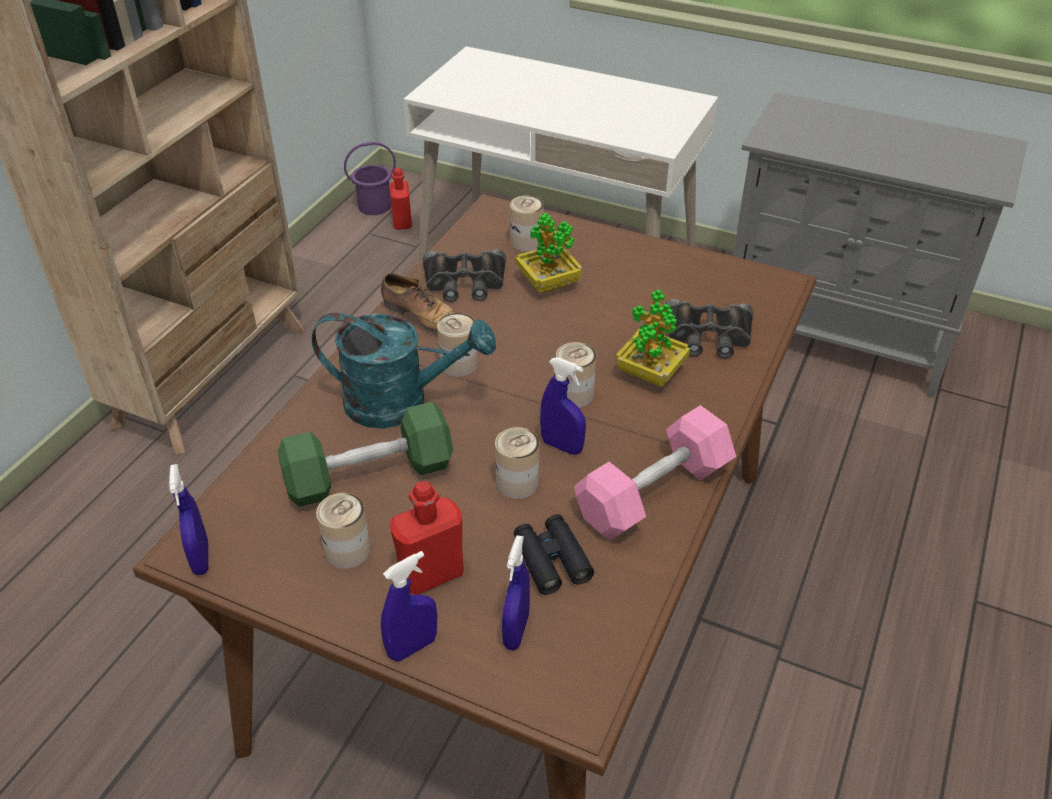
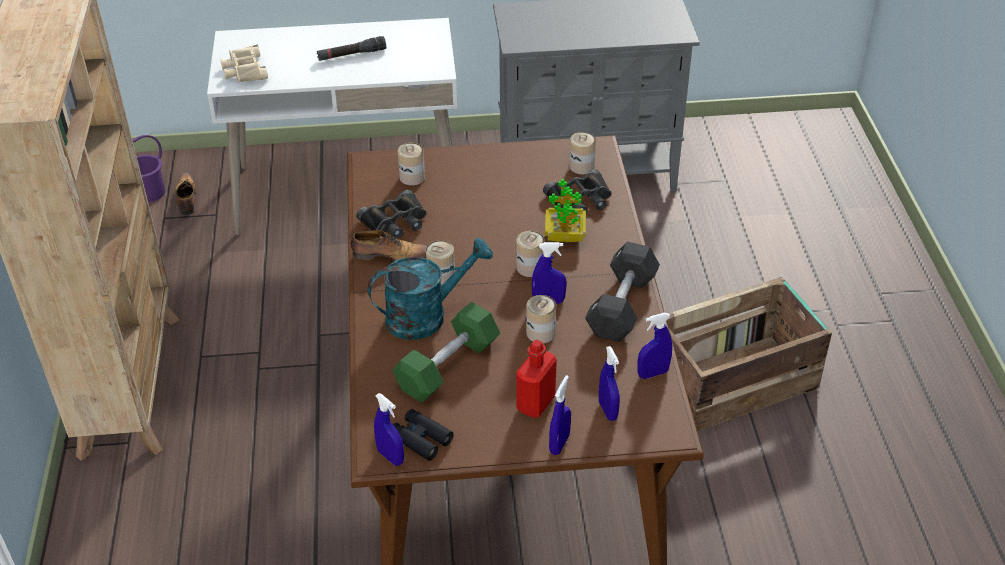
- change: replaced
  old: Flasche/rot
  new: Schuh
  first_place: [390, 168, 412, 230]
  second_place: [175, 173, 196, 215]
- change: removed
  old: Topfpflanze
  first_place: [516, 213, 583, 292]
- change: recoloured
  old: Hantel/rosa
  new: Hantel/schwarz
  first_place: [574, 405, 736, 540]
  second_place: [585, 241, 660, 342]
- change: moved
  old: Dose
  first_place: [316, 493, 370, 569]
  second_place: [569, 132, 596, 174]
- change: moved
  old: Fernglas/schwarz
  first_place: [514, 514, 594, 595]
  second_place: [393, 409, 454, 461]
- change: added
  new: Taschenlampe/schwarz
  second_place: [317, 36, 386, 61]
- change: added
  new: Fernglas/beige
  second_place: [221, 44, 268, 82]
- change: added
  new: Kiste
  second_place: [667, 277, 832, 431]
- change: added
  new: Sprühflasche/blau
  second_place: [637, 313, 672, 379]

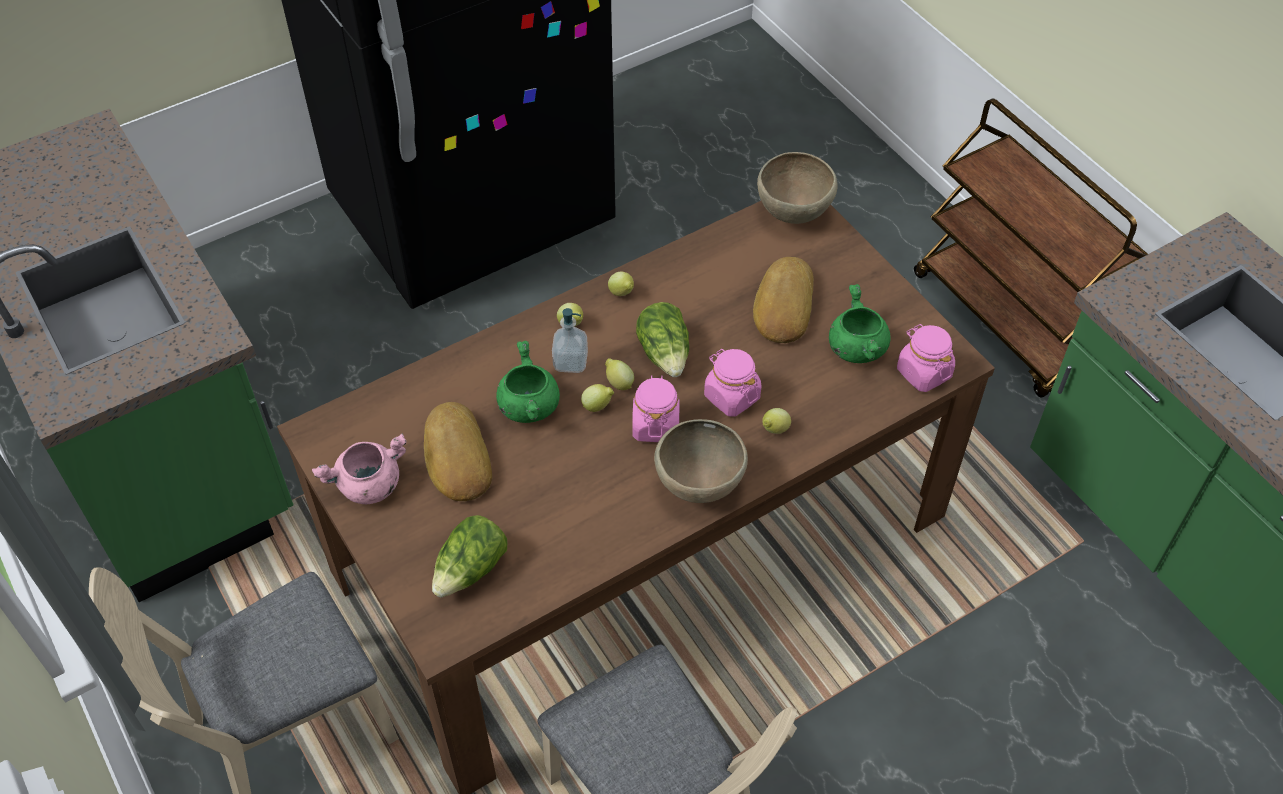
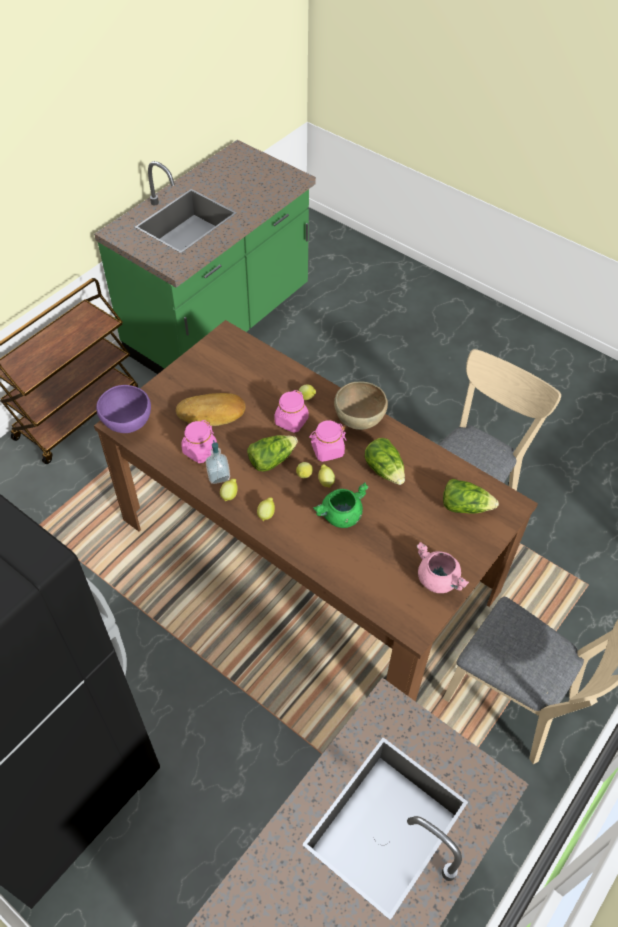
- change: recoloured
  old: Schüssel/braun
  new: Schüssel/lila
  first_place: [757, 152, 838, 224]
  second_place: [96, 385, 151, 433]
- change: removed
  old: Kochtopf/grün
  first_place: [829, 284, 891, 363]
- change: moved
  old: Seifenspender
  first_place: [552, 308, 588, 373]
  second_place: [206, 440, 230, 484]
- change: moved
  old: Vorratsglas/rosa
  first_place: [897, 324, 955, 392]
  second_place: [181, 420, 217, 463]
- change: removed
  old: Brot
  first_place: [424, 402, 492, 501]
- change: added
  new: Salatkopf
  second_place: [365, 438, 405, 485]

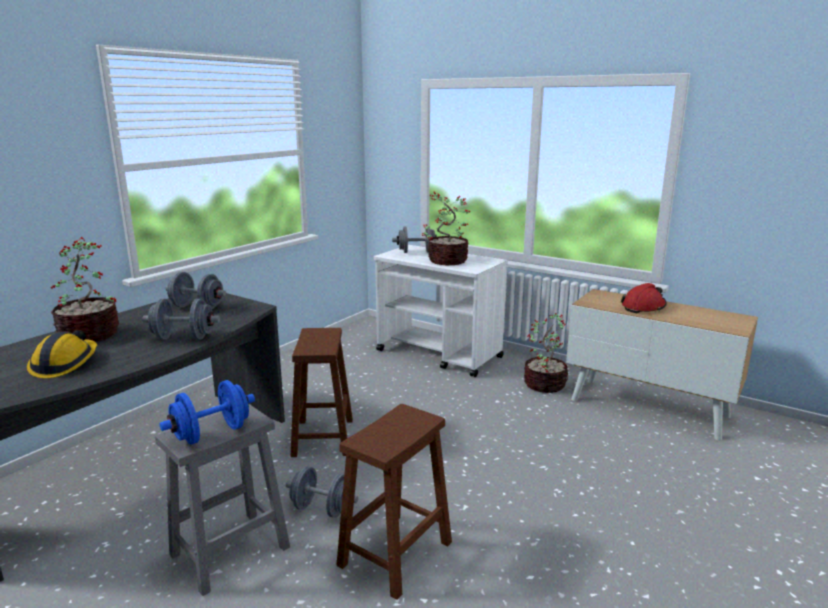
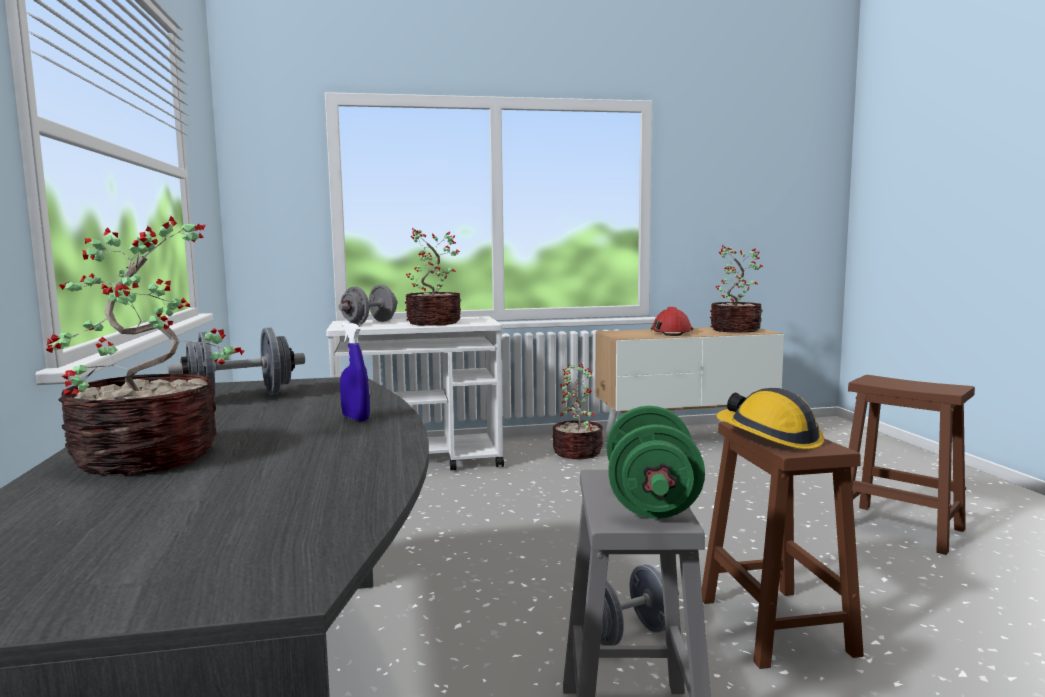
- change: replaced
  old: Hantel/grau
  new: Sprühflasche/blau
  first_place: [142, 299, 220, 340]
  second_place: [340, 322, 370, 421]
- change: moved
  old: Hocker/braun
  first_place: [290, 328, 353, 457]
  second_place: [848, 375, 975, 555]
- change: moved
  old: Schutzhelm
  first_place: [27, 330, 97, 378]
  second_place: [716, 388, 824, 450]
- change: recoloured
  old: Hantel/blau
  new: Hantel/grün
  first_place: [160, 380, 255, 445]
  second_place: [607, 406, 705, 519]
- change: added
  new: Topfpflanze
  second_place: [709, 245, 763, 333]

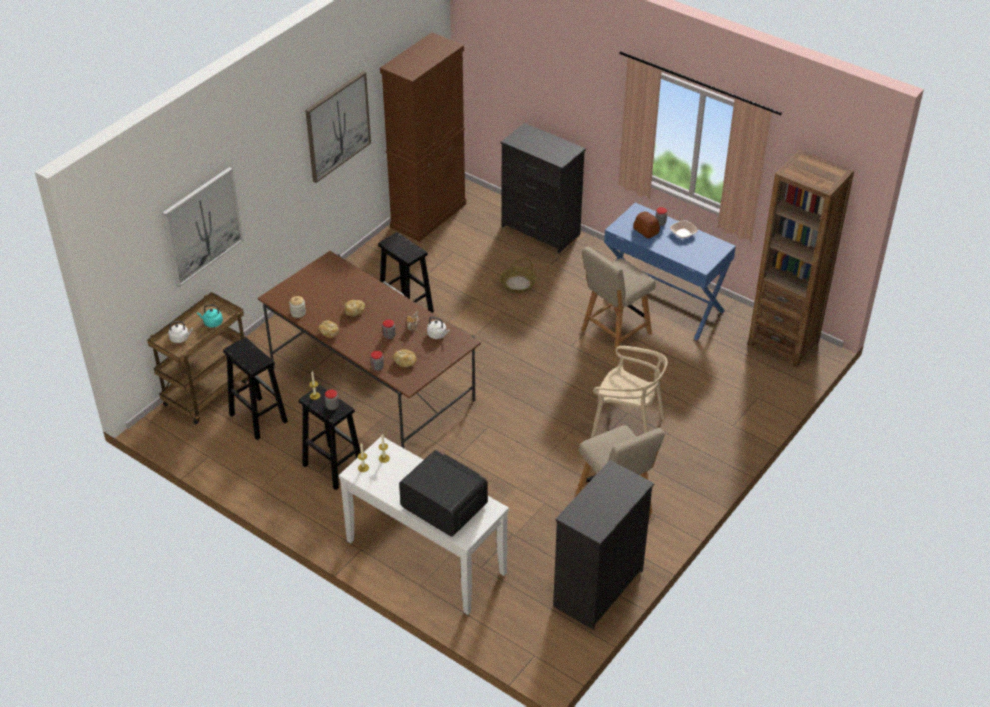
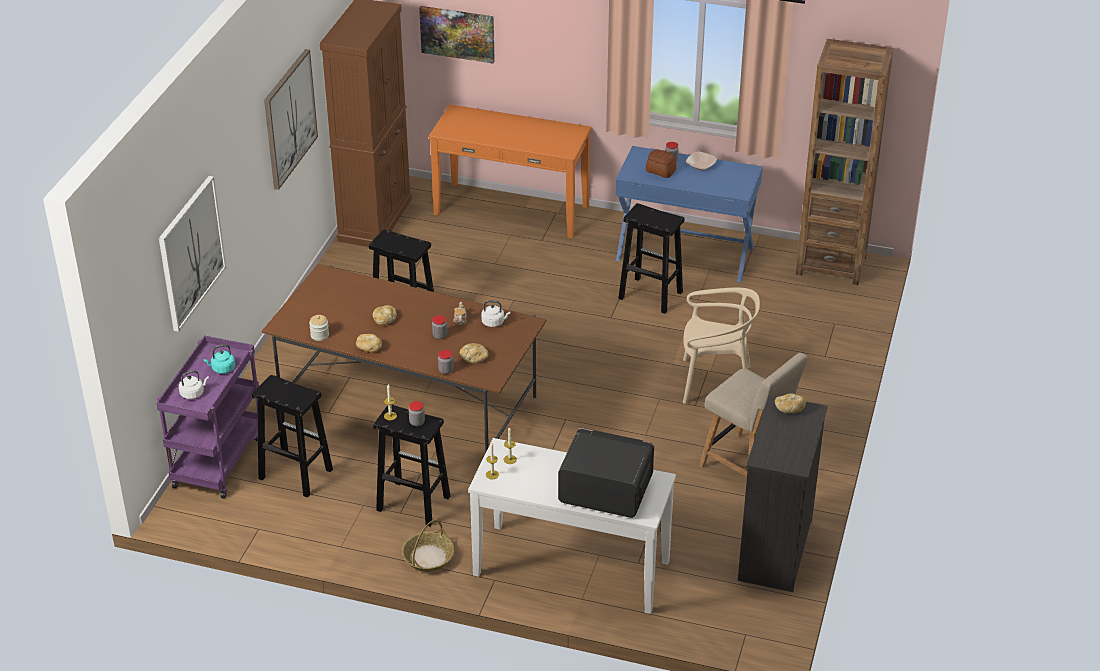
- change: replaced
  old: Kommode/schwarz
  new: Konsolentisch/orange
  first_place: [501, 123, 586, 253]
  second_place: [429, 104, 591, 238]
- change: replaced
  old: Stuhl/beige
  new: Hocker/schwarz
  first_place: [581, 246, 656, 356]
  second_place: [618, 203, 685, 314]
- change: moved
  old: Korb
  first_place: [500, 258, 537, 293]
  second_place: [402, 520, 454, 572]
- change: recoloured
  old: Rollwagen/braun
  new: Rollwagen/lila
  first_place: [147, 292, 248, 424]
  second_place: [156, 336, 259, 499]
- change: added
  new: Bild
  second_place: [419, 6, 495, 63]
- change: added
  new: Brot
  second_place: [775, 393, 806, 413]

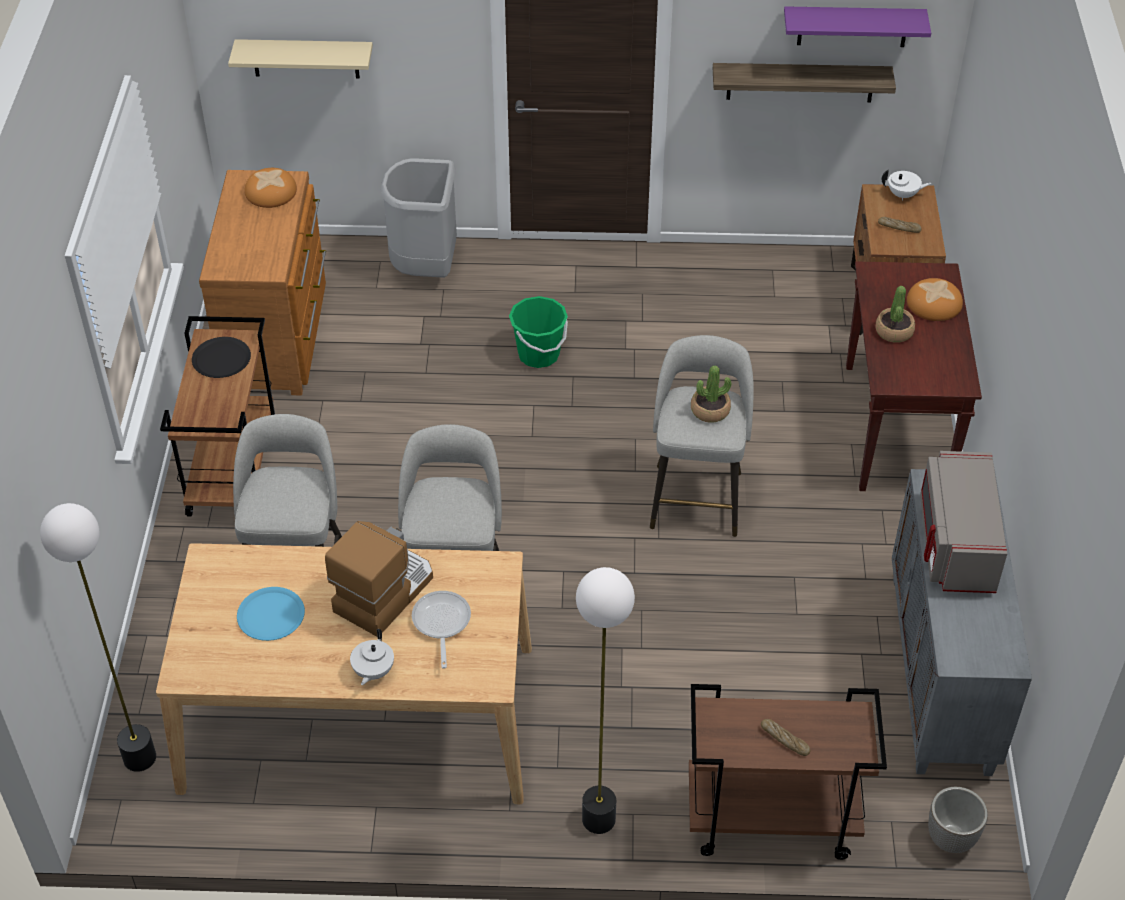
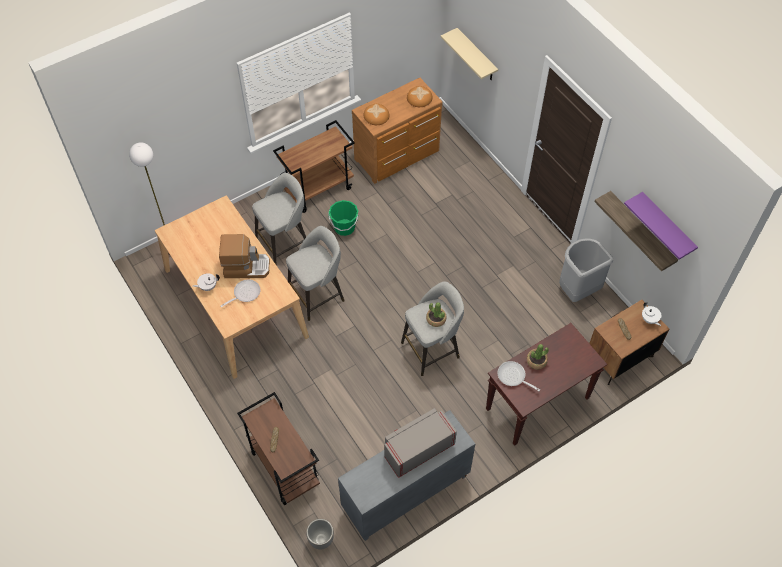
- change: moved
  old: Mülleimer/grau
  first_place: [380, 158, 457, 278]
  second_place: [559, 238, 613, 302]
- change: moved
  old: Brot
  first_place: [907, 278, 963, 321]
  second_place: [364, 104, 390, 125]
- change: moved
  old: Eimer/grün
  first_place: [509, 296, 568, 368]
  second_place: [328, 200, 358, 236]
- change: removed
  old: Teller/schwarz
  first_place: [192, 337, 251, 378]
- change: removed
  old: Stehlampe
  first_place: [576, 567, 635, 834]
- change: removed
  old: Teller/blau
  first_place: [237, 587, 305, 641]
- change: added
  new: Pfanne
  second_place: [497, 361, 540, 391]

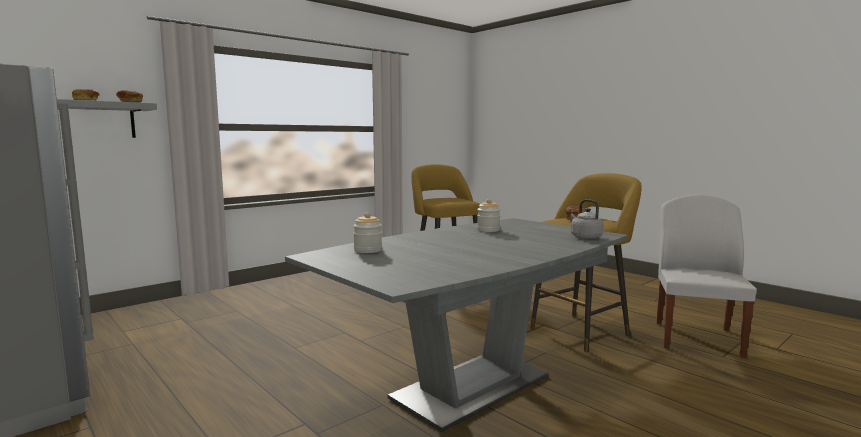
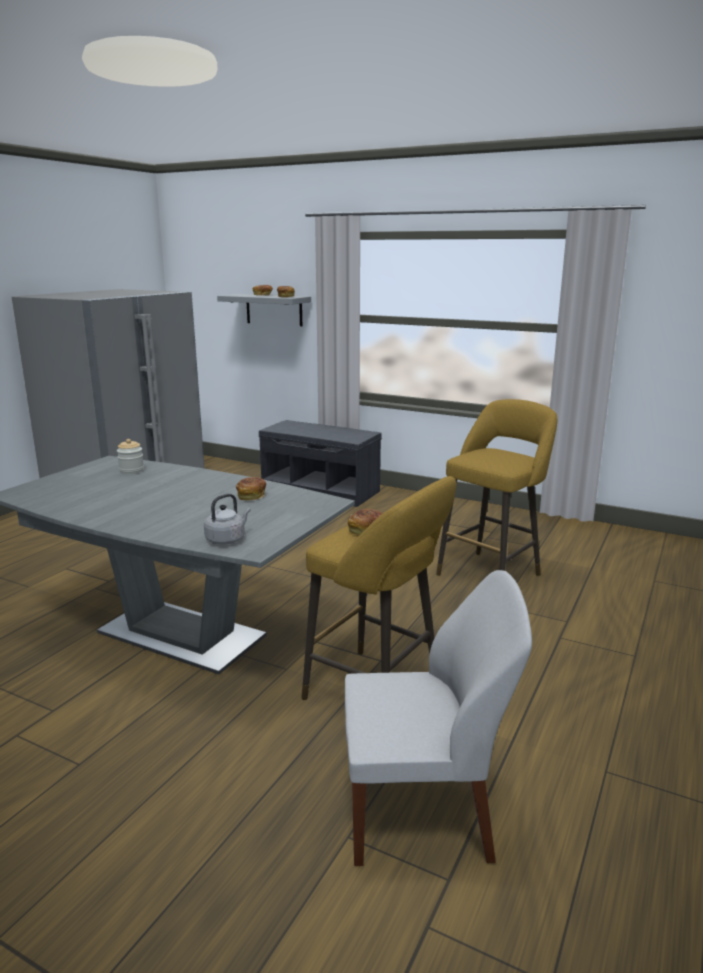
- change: replaced
  old: Vorratsglas
  new: Brot
  first_place: [477, 199, 501, 232]
  second_place: [236, 477, 266, 500]
- change: added
  new: Bank/grau
  second_place: [259, 420, 382, 507]

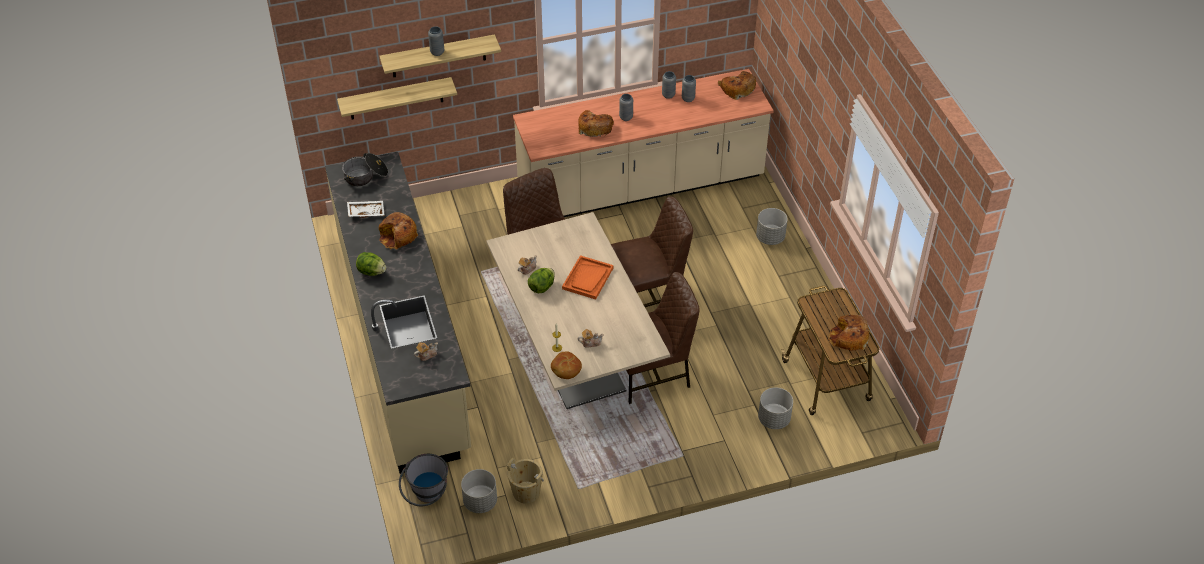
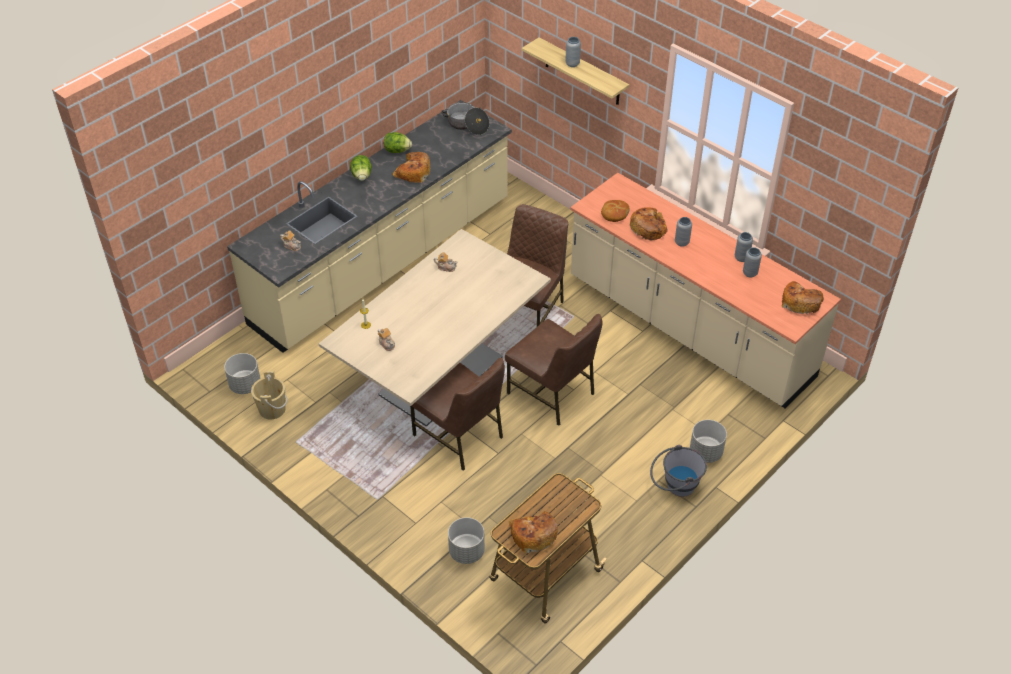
- change: removed
  old: Wandregal
  first_place: [337, 77, 457, 119]
- change: removed
  old: Tablett/weiß
  first_place: [347, 201, 385, 218]
- change: removed
  old: Tablett/orange
  first_place: [562, 255, 613, 299]
- change: moved
  old: Salatkopf
  first_place: [528, 268, 555, 293]
  second_place: [384, 132, 412, 153]
- change: moved
  old: Brot
  first_place: [551, 352, 582, 379]
  second_place: [601, 200, 629, 222]
- change: moved
  old: Eimer/grau
  first_place: [399, 454, 448, 506]
  second_place: [650, 445, 707, 497]

